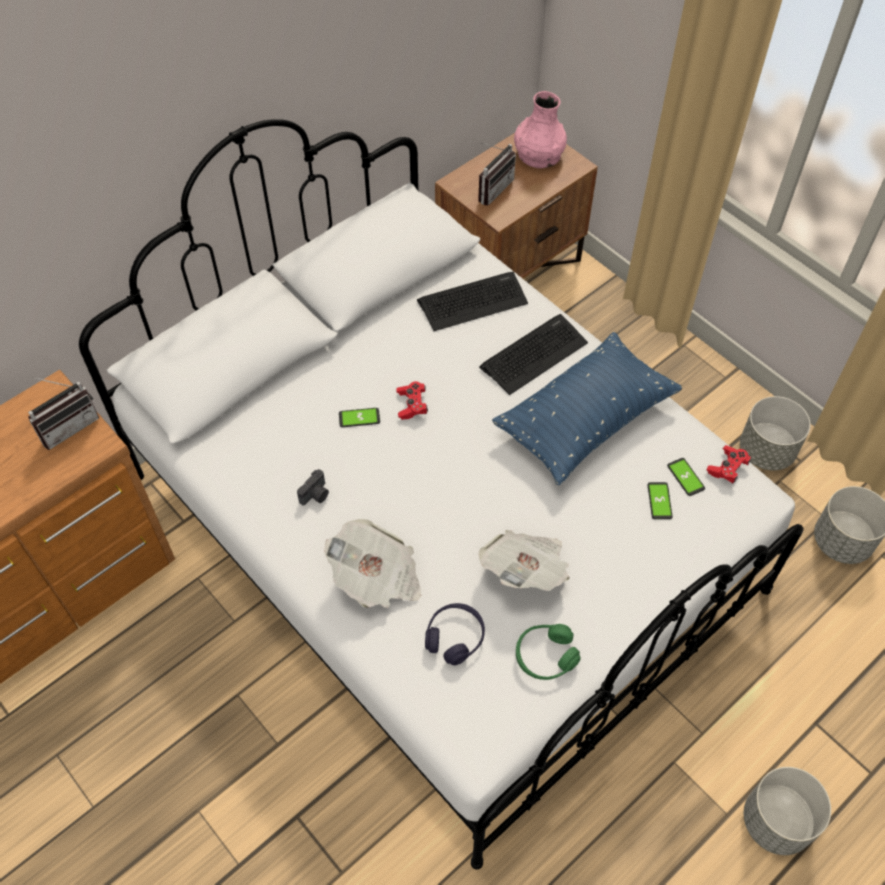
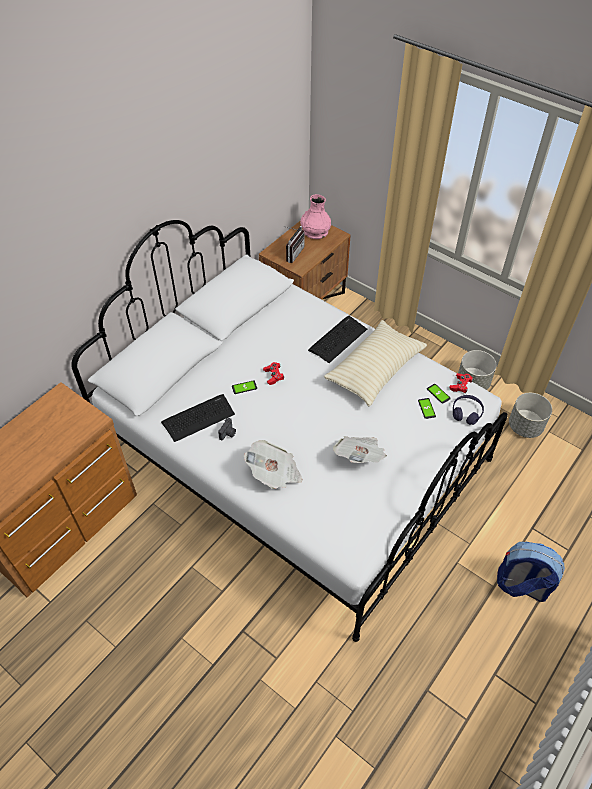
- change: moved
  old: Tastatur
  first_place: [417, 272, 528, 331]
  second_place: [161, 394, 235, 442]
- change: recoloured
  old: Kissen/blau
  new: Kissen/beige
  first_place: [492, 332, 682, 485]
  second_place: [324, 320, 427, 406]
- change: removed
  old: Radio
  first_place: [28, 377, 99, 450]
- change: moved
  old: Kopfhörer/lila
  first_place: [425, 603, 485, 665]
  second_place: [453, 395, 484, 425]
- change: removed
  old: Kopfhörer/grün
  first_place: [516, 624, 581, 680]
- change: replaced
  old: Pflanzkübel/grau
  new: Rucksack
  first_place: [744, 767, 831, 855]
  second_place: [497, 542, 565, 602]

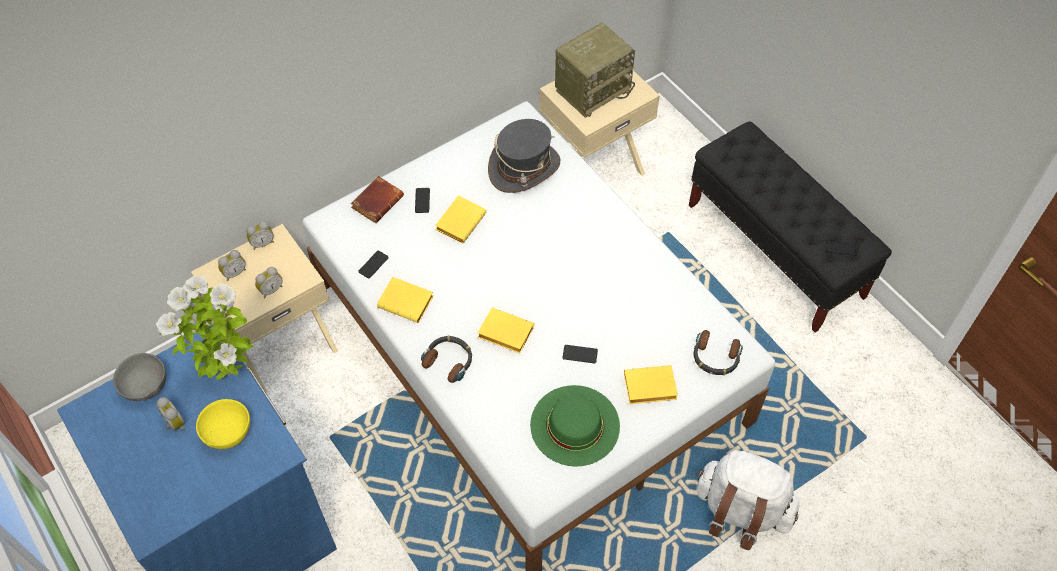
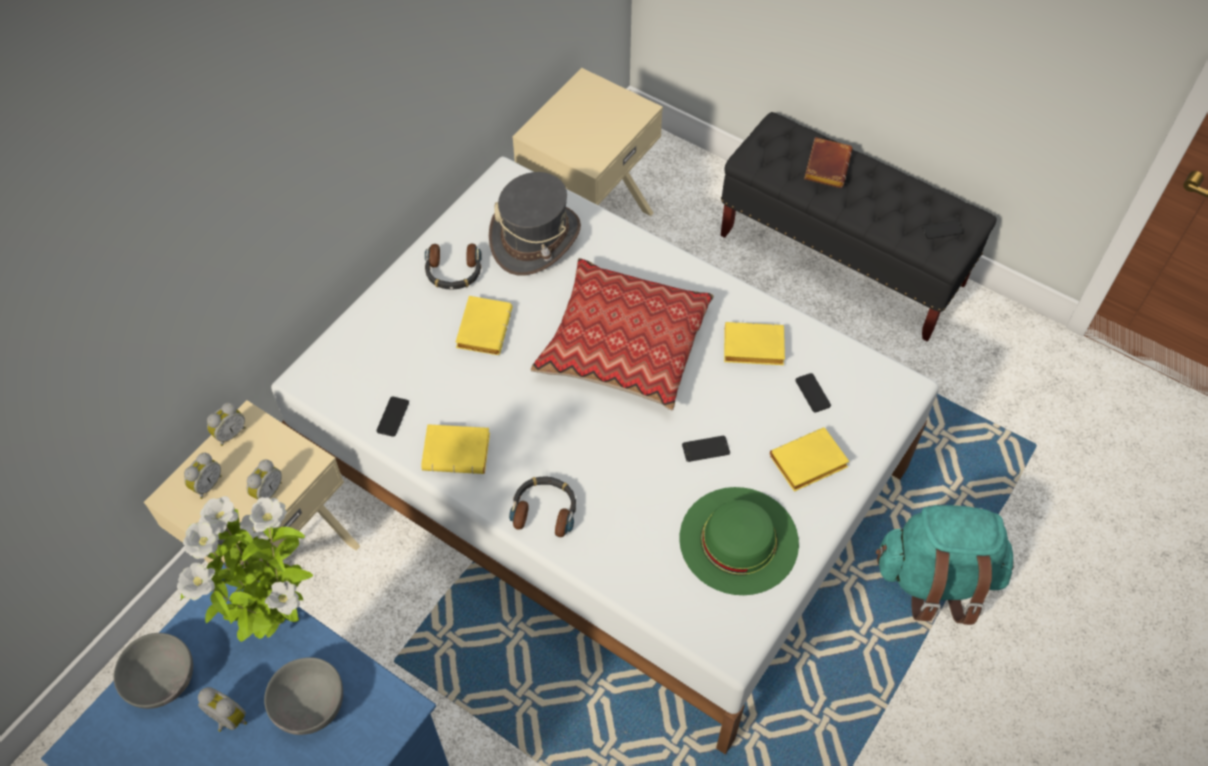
- change: removed
  old: Radio
  first_place: [555, 23, 635, 118]
- change: moved
  old: Buch/braun
  first_place: [351, 176, 404, 223]
  second_place: [804, 137, 852, 188]
- change: moved
  old: Handy
  first_place: [415, 188, 430, 213]
  second_place: [795, 373, 831, 412]
- change: moved
  old: Buch/gelb
  first_place: [478, 307, 534, 353]
  second_place: [724, 322, 785, 365]
- change: moved
  old: Kopfhörer
  first_place: [693, 330, 743, 375]
  second_place: [425, 244, 482, 290]
- change: recoloured
  old: Schüssel/gelb
  new: Schüssel/grau
  first_place: [196, 399, 250, 449]
  second_place: [264, 657, 343, 735]
- change: recoloured
  old: Rucksack/weiß
  new: Rucksack/türkis
  first_place: [696, 450, 800, 550]
  second_place: [876, 504, 1014, 625]
- change: added
  new: Kissen
  second_place: [530, 258, 714, 410]

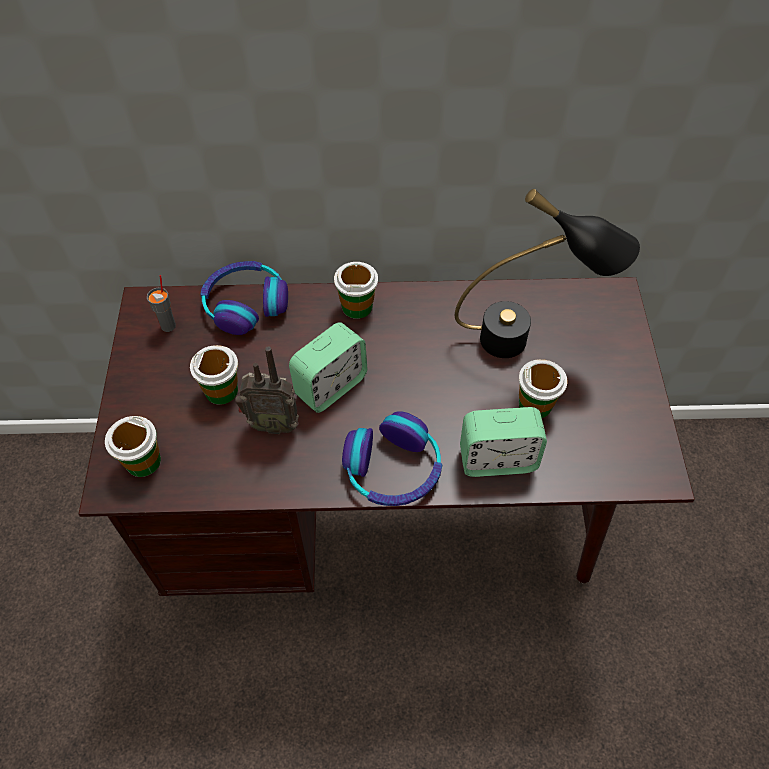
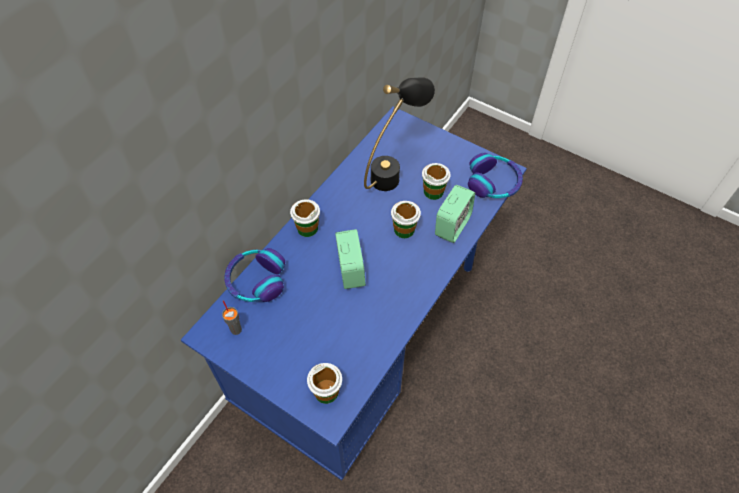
- change: recoloured
  old: Schreibtisch/braun
  new: Schreibtisch/blau
  first_place: [79, 277, 695, 596]
  second_place: [181, 107, 527, 481]
- change: moved
  old: Tasse
  first_place: [190, 345, 238, 405]
  second_place: [391, 201, 421, 238]
- change: removed
  old: Radio
  first_place: [236, 346, 299, 434]
- change: moved
  old: Kopfhörer
  first_place: [342, 411, 442, 506]
  second_place: [468, 153, 523, 198]

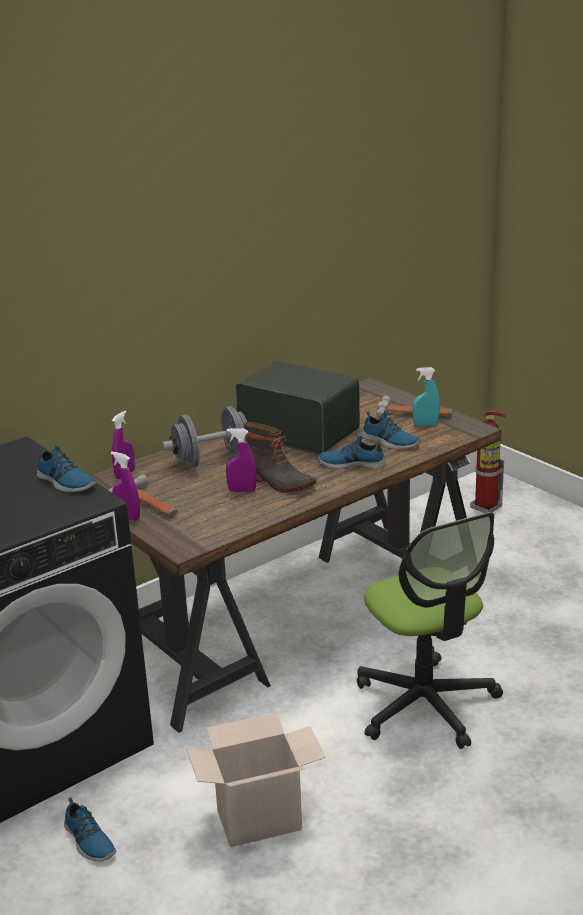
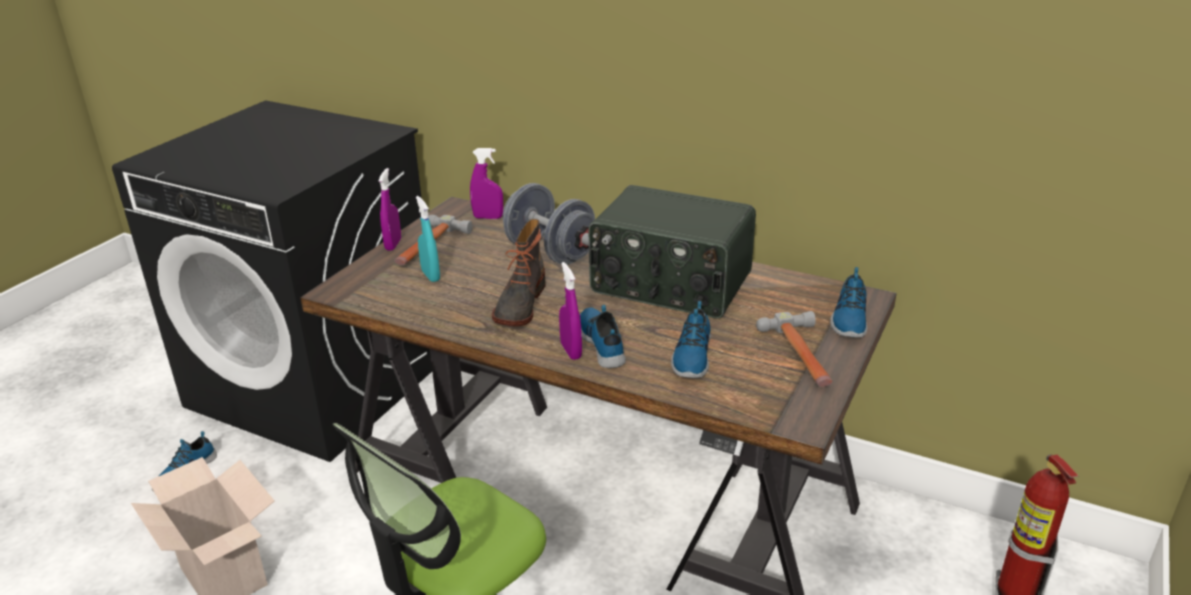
- change: turned
  old: Radio
  first_place: [236, 361, 360, 455]
  second_place: [588, 185, 756, 318]
  degrees: 105
- change: moved
  old: Sprühflasche/türkis
  first_place: [412, 367, 440, 426]
  second_place: [416, 196, 440, 282]
- change: moved
  old: Sprühflasche/lila
  first_place: [226, 428, 257, 492]
  second_place: [559, 262, 582, 360]
- change: moved
  old: Schuh
  first_place: [37, 445, 96, 492]
  second_place: [830, 267, 868, 337]

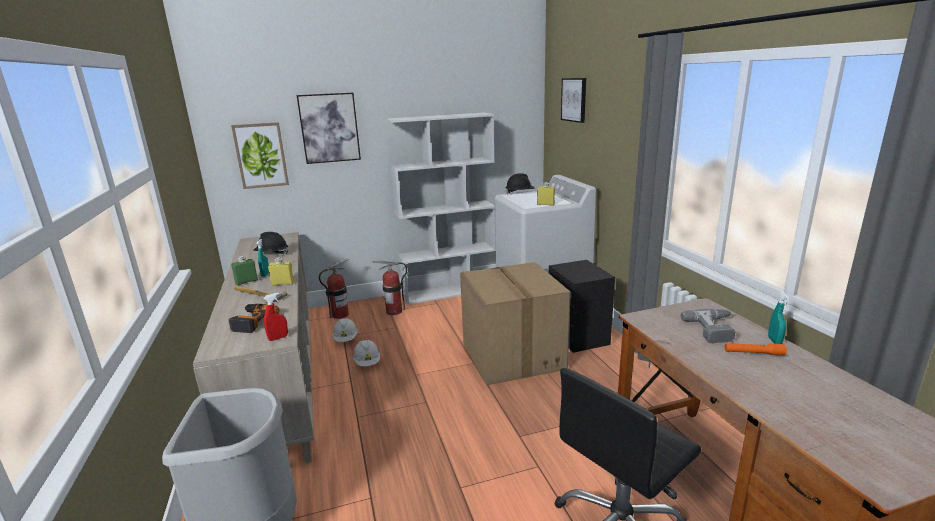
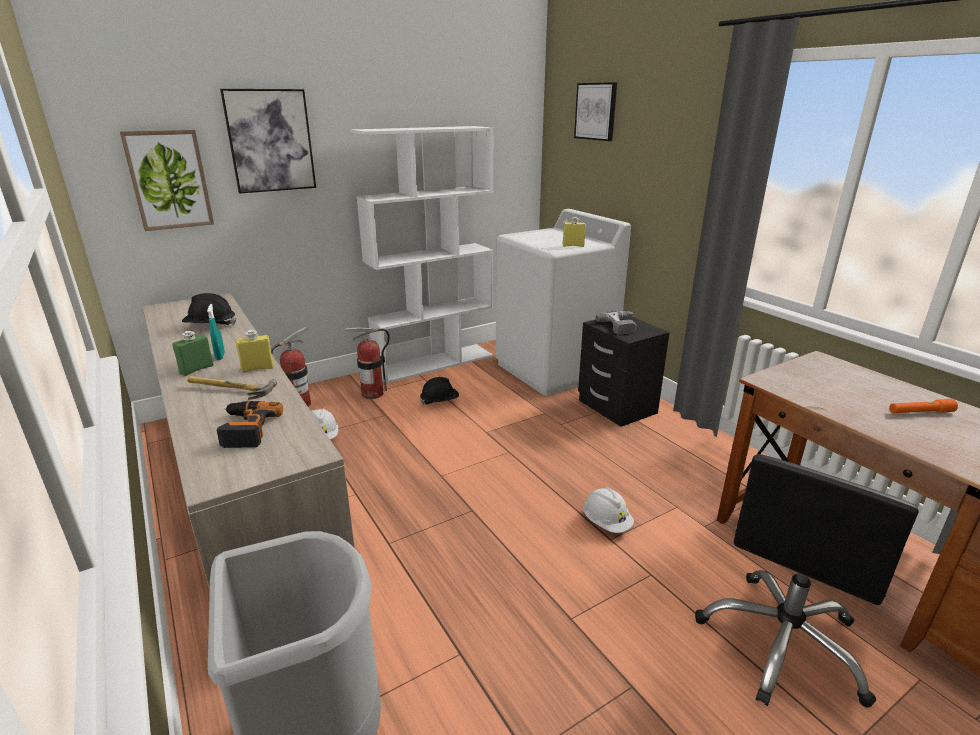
- change: moved
  old: Schutzhelm/schwarz
  first_place: [505, 173, 535, 194]
  second_place: [420, 377, 459, 405]
- change: removed
  old: Karton
  first_place: [460, 262, 571, 385]
- change: removed
  old: Sprühflasche/türkis
  first_place: [768, 292, 789, 344]
- change: removed
  old: Sprühflasche/rot
  first_place: [263, 293, 288, 341]
- change: moved
  old: Bohrmaschine
  first_place: [681, 309, 736, 343]
  second_place: [595, 311, 636, 335]
- change: moved
  old: Schutzhelm/weiß
  first_place: [353, 339, 380, 366]
  second_place: [583, 487, 634, 533]

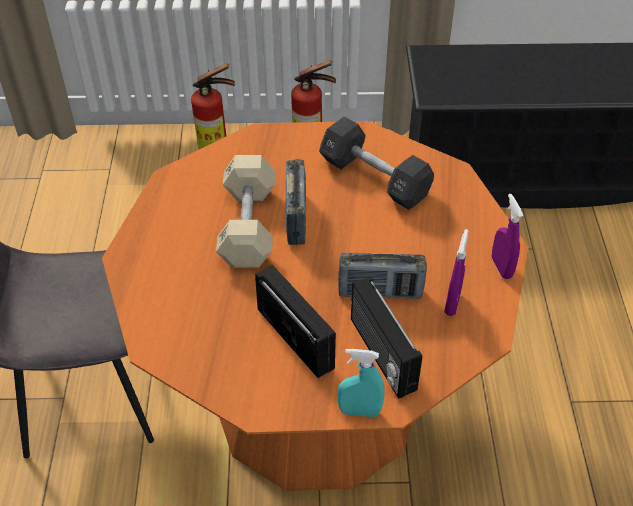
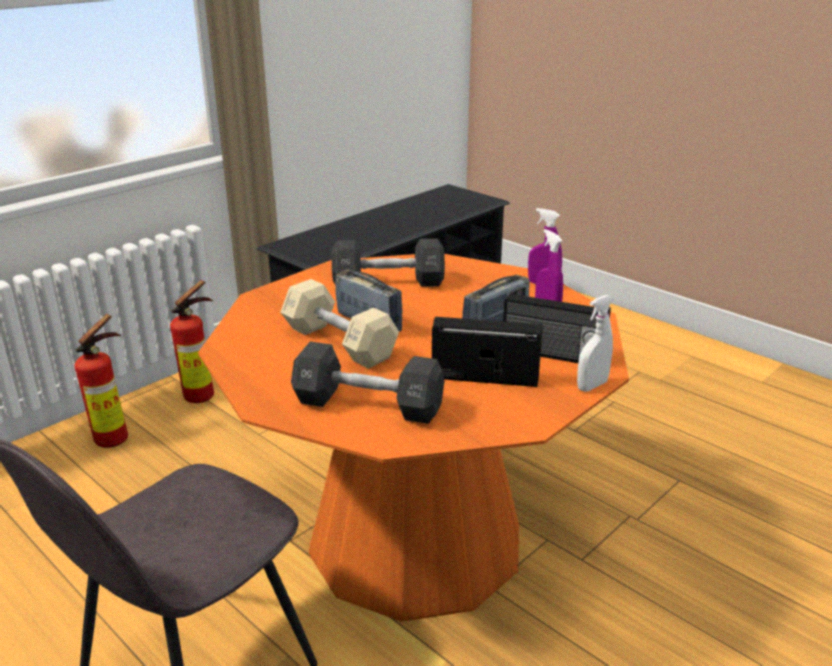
- change: recoloured
  old: Sprühflasche/türkis
  new: Sprühflasche/weiß
  first_place: [338, 349, 385, 417]
  second_place: [577, 295, 613, 392]
- change: added
  new: Hantel/schwarz
  second_place: [291, 342, 445, 424]

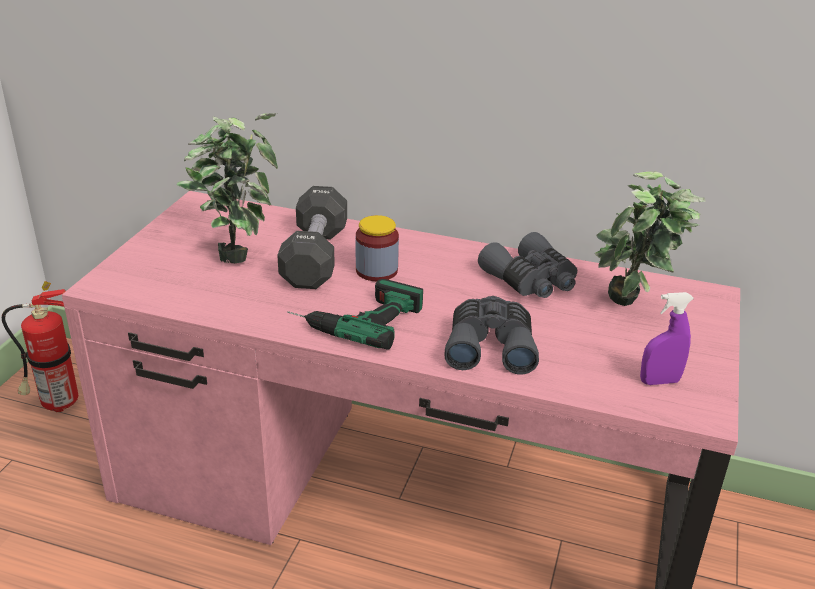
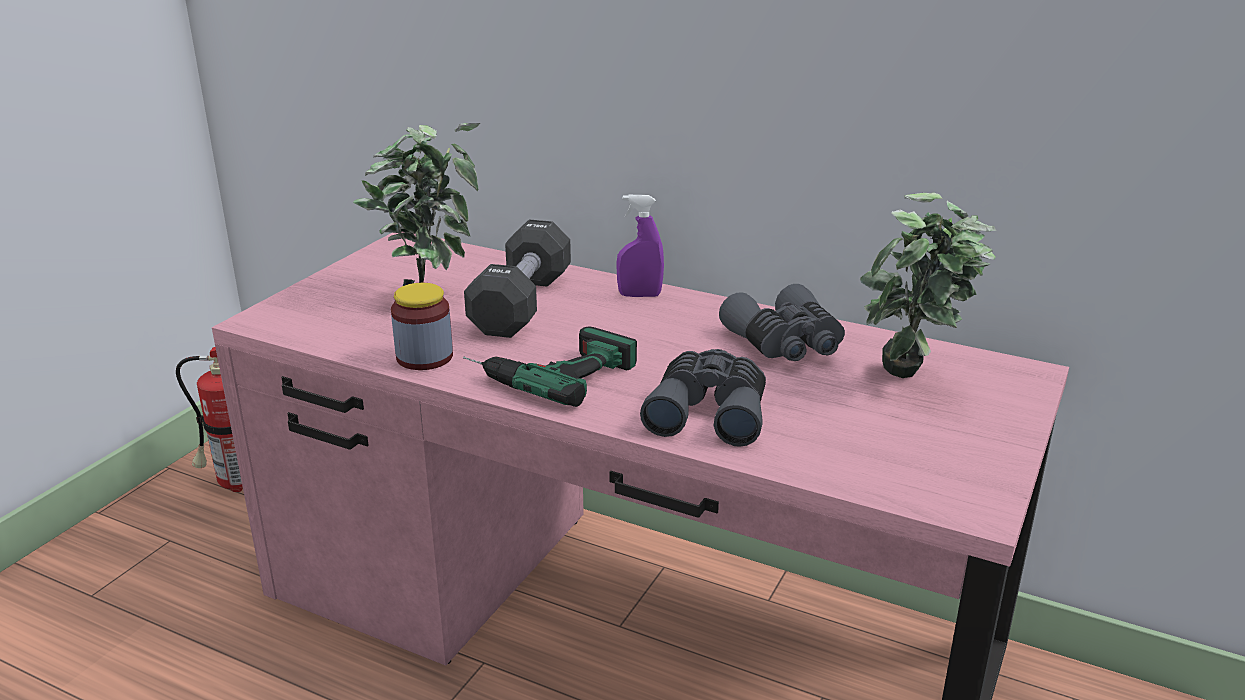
- change: moved
  old: Vorratsglas
  first_place: [355, 215, 399, 281]
  second_place: [391, 283, 453, 370]
- change: moved
  old: Sprühflasche/lila
  first_place: [640, 292, 694, 385]
  second_place: [616, 195, 664, 297]

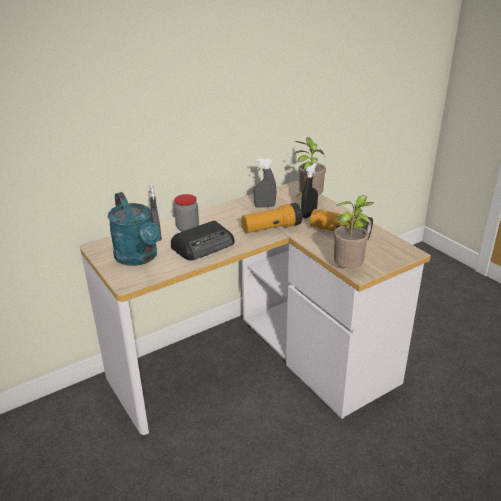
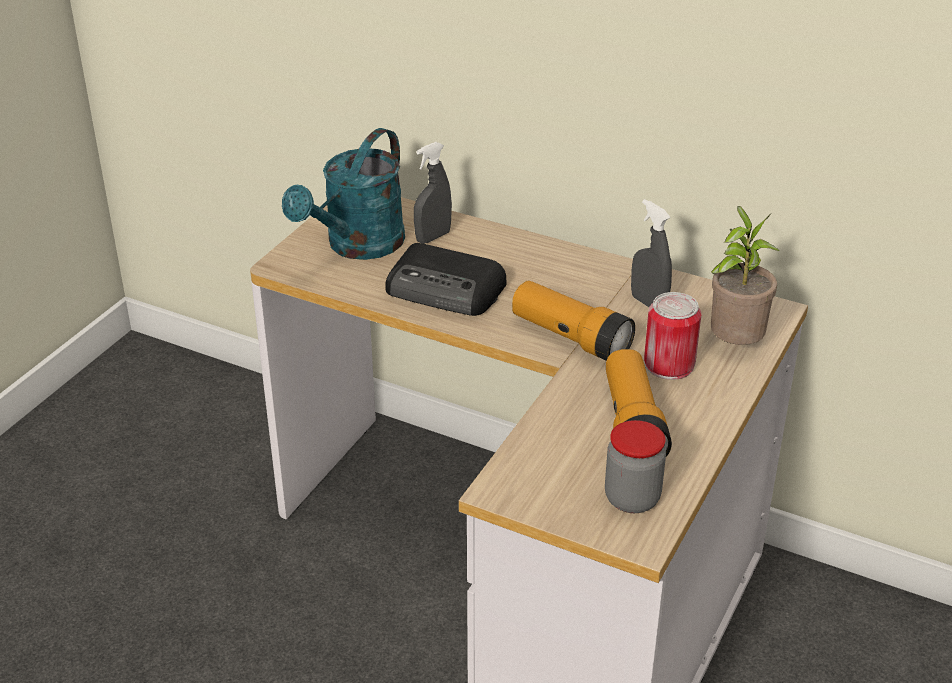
- change: replaced
  old: Sprühflasche/schwarz
  new: Dose
  first_place: [301, 163, 318, 218]
  second_place: [644, 292, 701, 380]
- change: moved
  old: Vorratsglas
  first_place: [174, 194, 199, 232]
  second_place: [605, 420, 666, 513]
- change: removed
  old: Topfpflanze
  first_place: [334, 195, 374, 268]

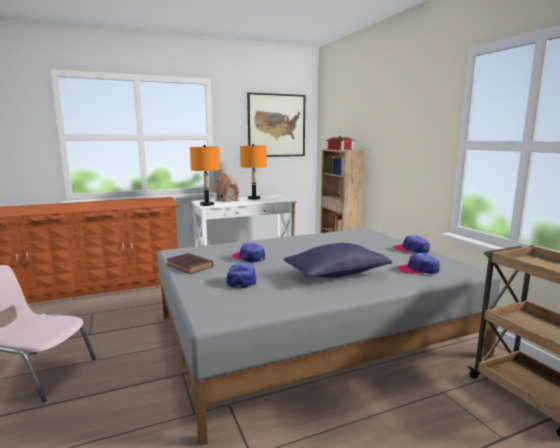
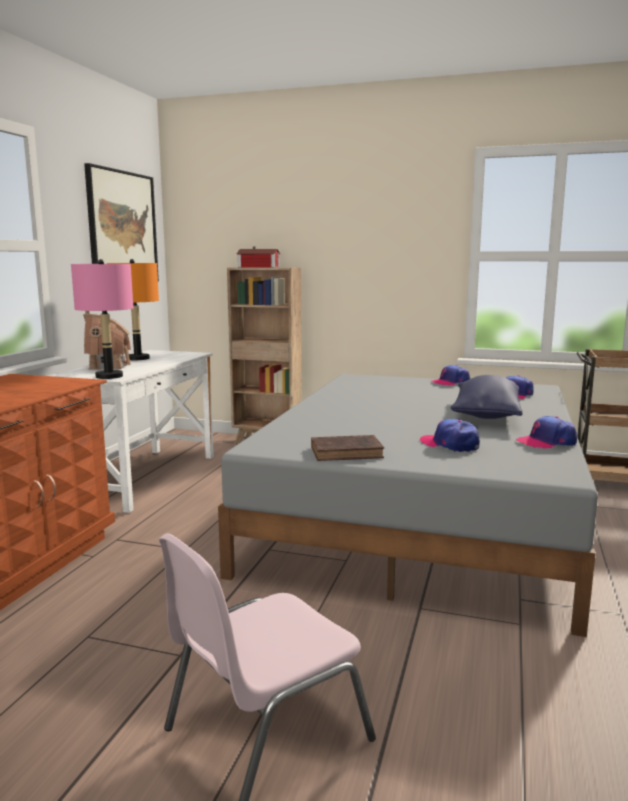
- change: recoloured
  old: Tischlampe/orange
  new: Tischlampe/rosa
  first_place: [190, 145, 220, 206]
  second_place: [71, 259, 133, 379]
- change: moved
  old: Kappe
  first_place: [232, 243, 265, 263]
  second_place: [516, 416, 577, 449]

